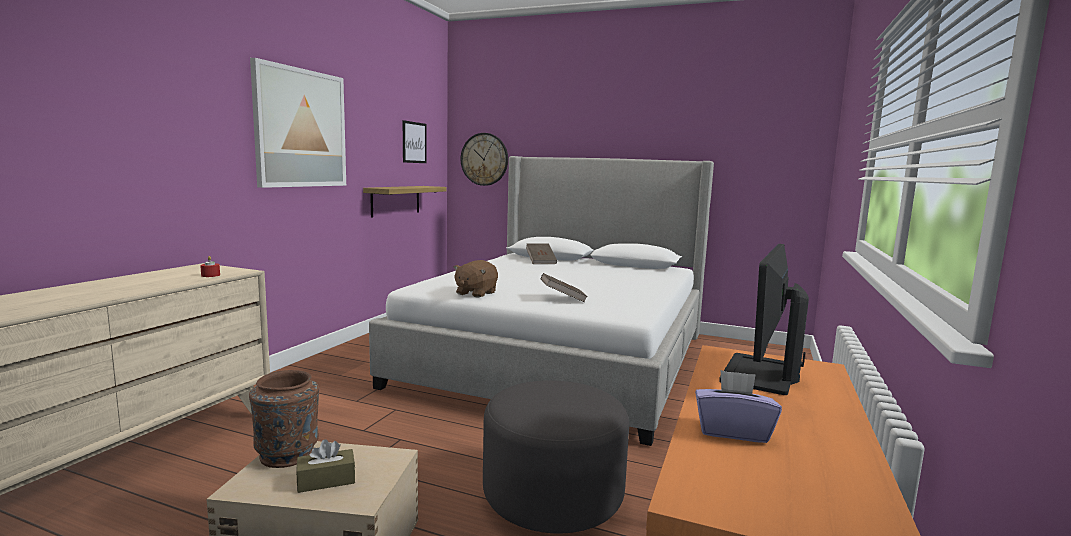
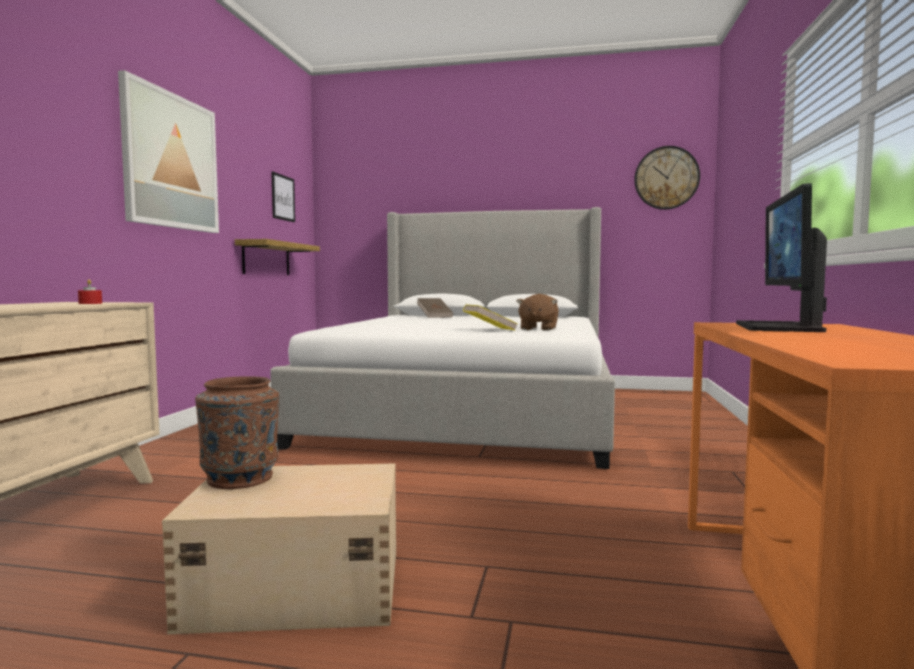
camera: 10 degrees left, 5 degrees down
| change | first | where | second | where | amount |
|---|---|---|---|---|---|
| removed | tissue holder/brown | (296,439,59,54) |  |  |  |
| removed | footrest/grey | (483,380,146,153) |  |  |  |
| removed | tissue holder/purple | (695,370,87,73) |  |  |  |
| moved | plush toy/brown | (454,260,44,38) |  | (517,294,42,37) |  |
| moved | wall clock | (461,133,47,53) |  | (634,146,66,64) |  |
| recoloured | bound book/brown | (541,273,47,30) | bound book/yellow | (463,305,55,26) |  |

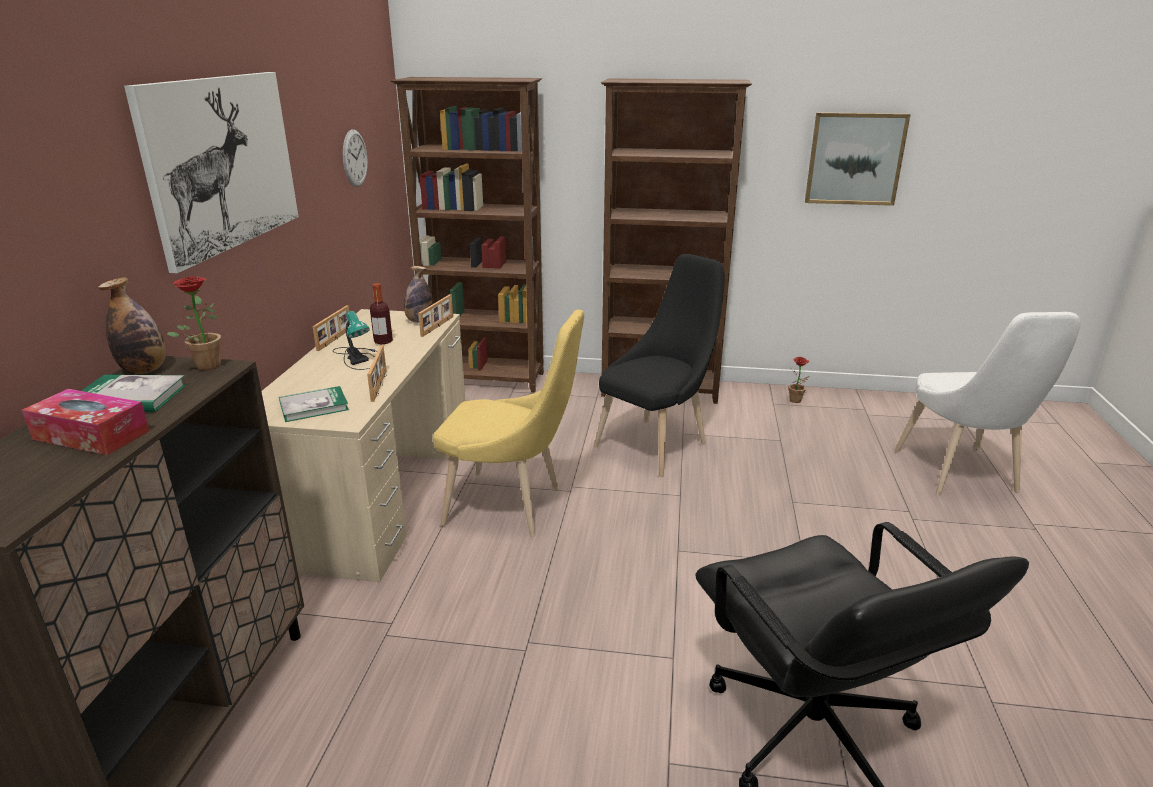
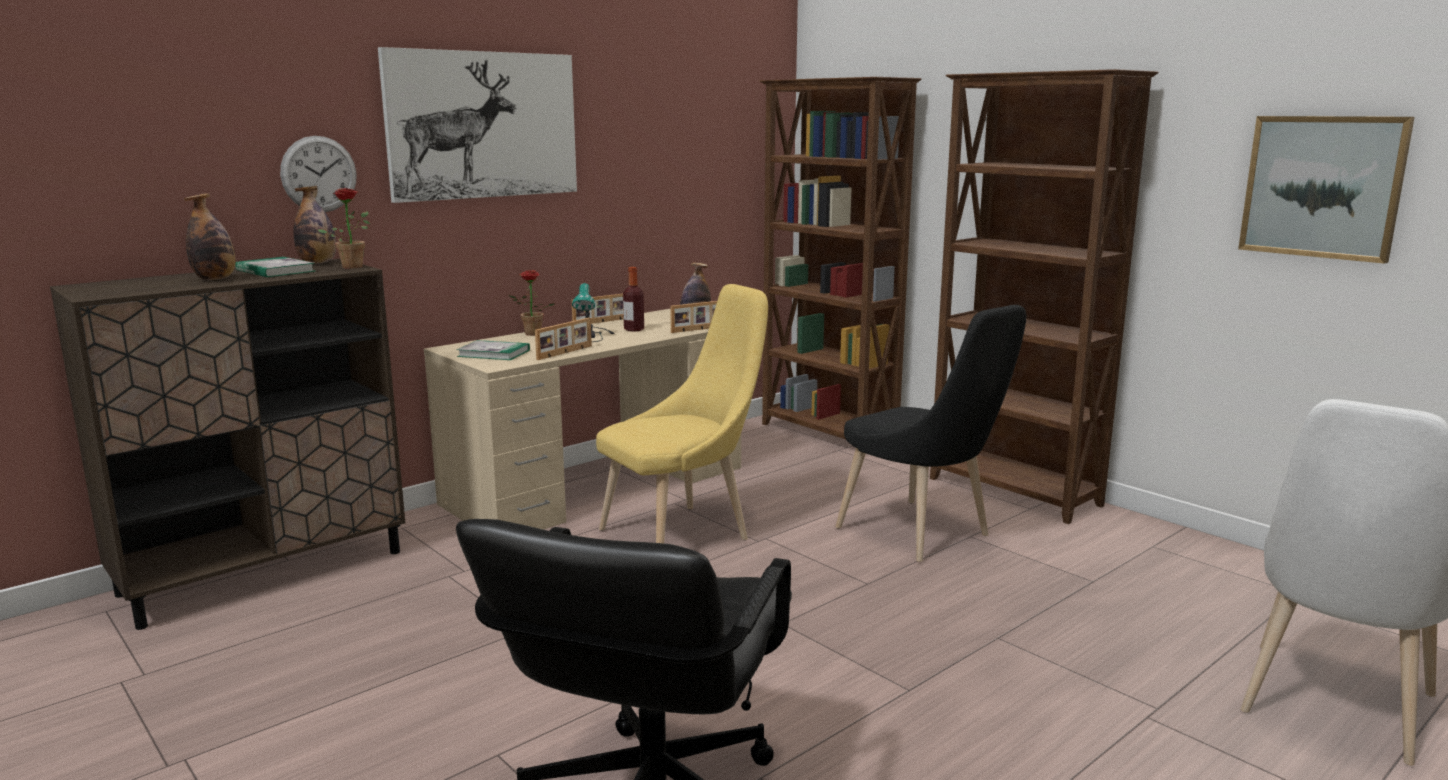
camera: 40 degrees right, 10 degrees down
| change | first | where | second | where | amount |
|---|---|---|---|---|---|
| moved | wall clock | (343,129,25,58) |  | (280,136,77,76) |  |
| moved | houseplant | (789,357,21,46) |  | (508,270,47,66) |  |
| replaced | tissue holder | (22,389,128,66) | drink bottle | (184,193,52,87) |  |
| turned | chair/yellow | (433,309,151,228) |  | (596,284,172,259) | 90 degrees counterclockwise |
| turned | chair/black-coloured | (594,254,131,223) |  | (836,305,190,257) | 60 degrees clockwise |

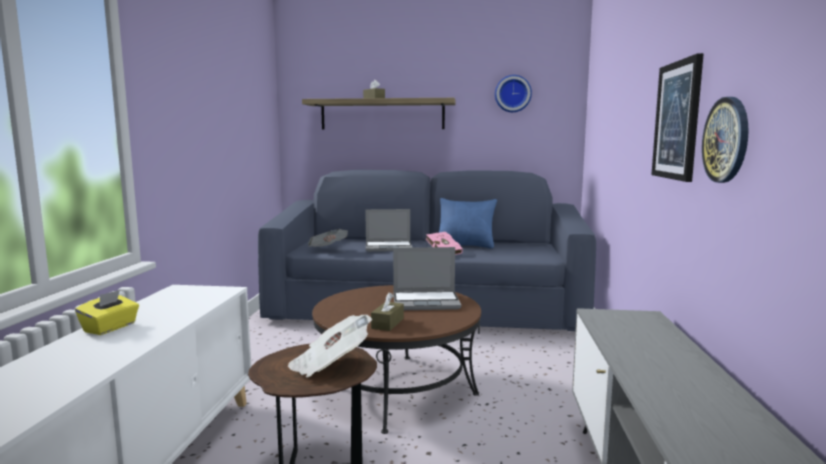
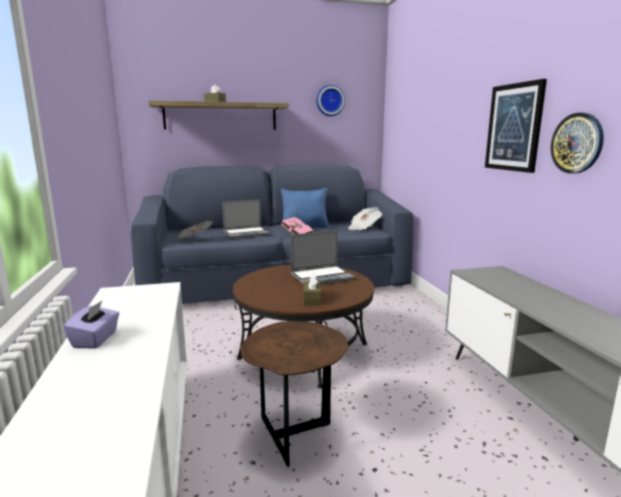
camera: 20 degrees left, 5 degrees up
| change | first | where | second | where | amount |
|---|---|---|---|---|---|
| moved | printed paper | (288,315,84,62) |  | (348,207,34,23) |  |
| recoloured | tissue holder/yellow | (75,290,64,45) | tissue holder/purple | (63,301,56,48) |  |

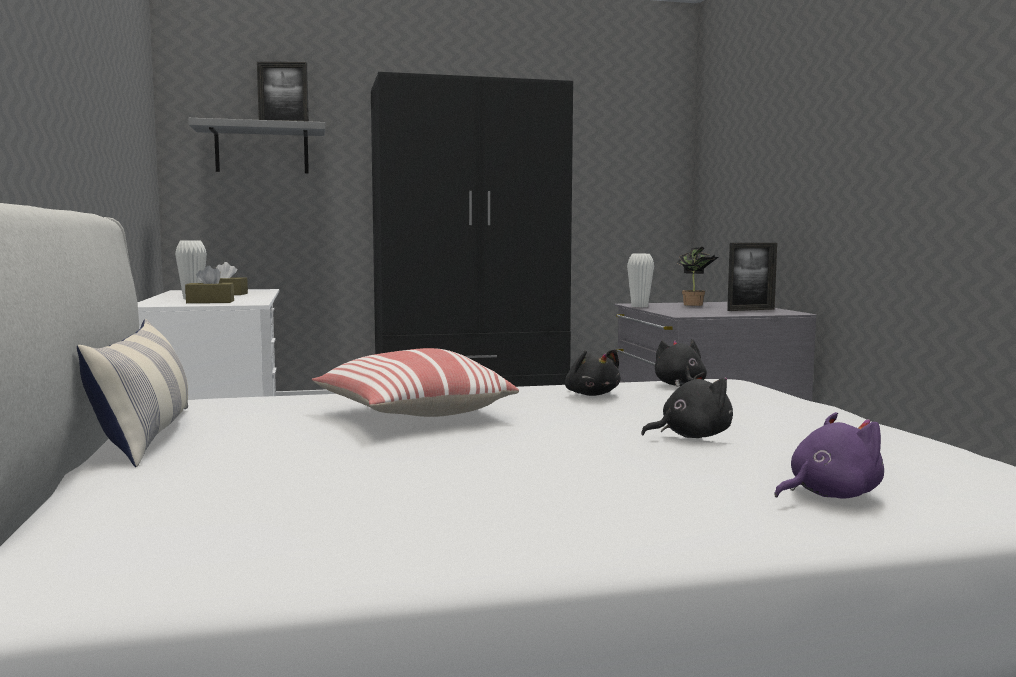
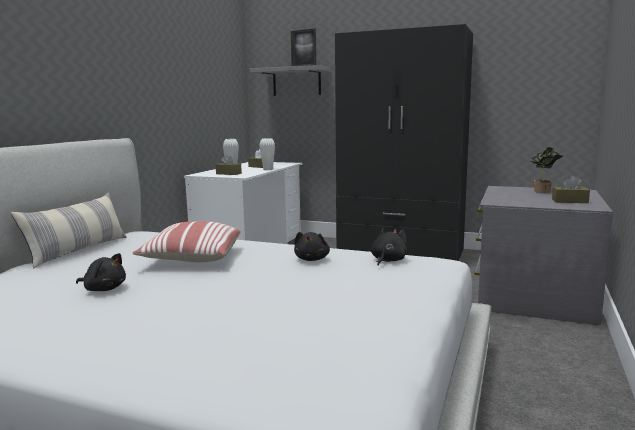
camera: 35 degrees right, 5 degrees up
| change | first | where | second | where | amount |
|---|---|---|---|---|---|
| removed | plush toy/purple | (775,412,109,87) |  |  |  |
| moved | vase/white | (627,254,27,53) |  | (259,138,16,32) |  |
| moved | plush toy/black-coloured | (641,372,92,66) |  | (76,253,50,38) |  |
| replaced | picture frame | (727,243,50,68) | tissue holder/brown | (552,176,38,27) |  |

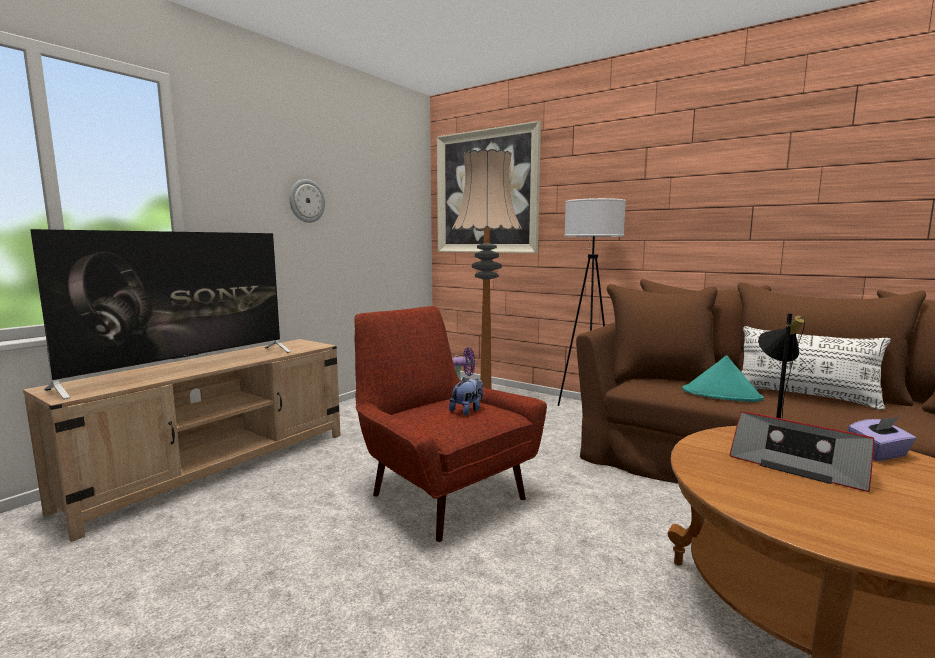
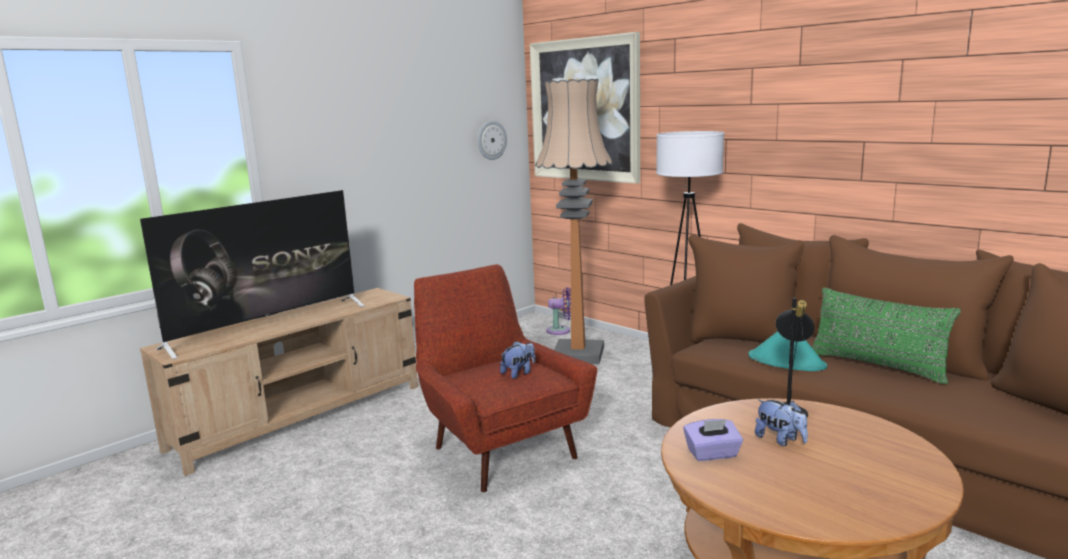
camera: 10 degrees right, 5 degrees up
| change | first | where | second | where | amount |
|---|---|---|---|---|---|
| moved | wall clock | (289,179,36,44) |  | (478,120,29,40) |  |
| moved | tissue holder/purple | (848,417,68,44) |  | (683,419,60,42) |  |
| replaced | radio | (730,411,144,81) | plush toy | (755,399,53,47) |  |
| recoloured | throw pillow/white | (741,326,150,84) | throw pillow/greenish | (812,287,149,97) |  |

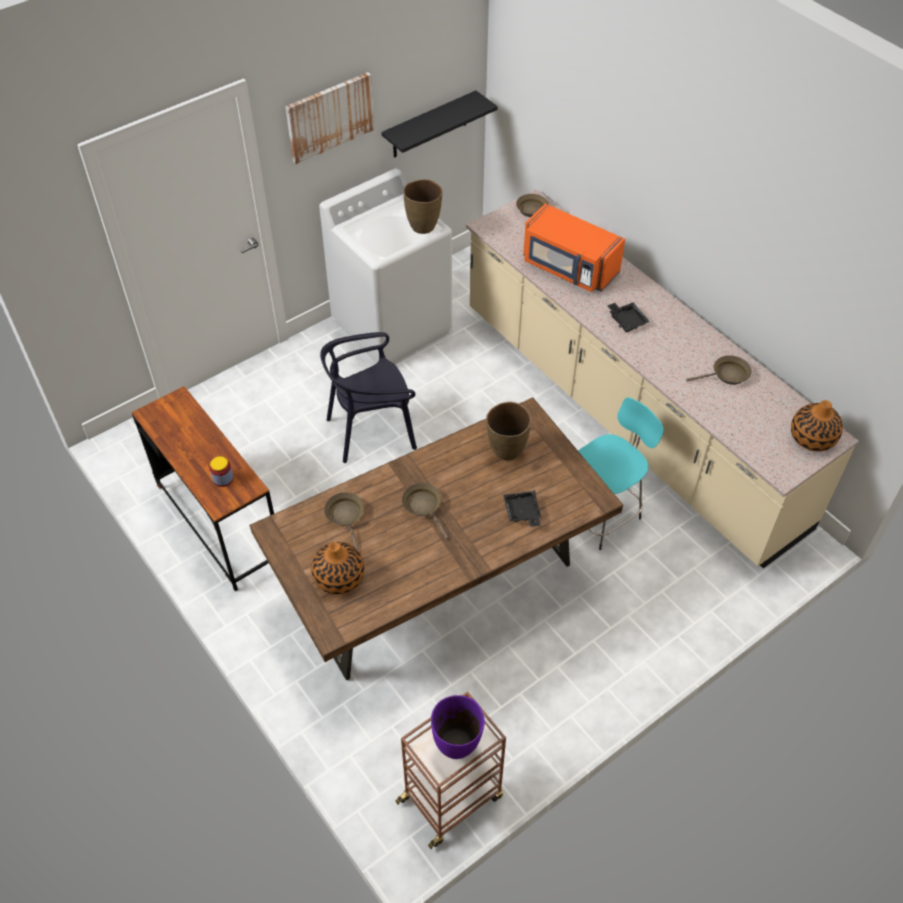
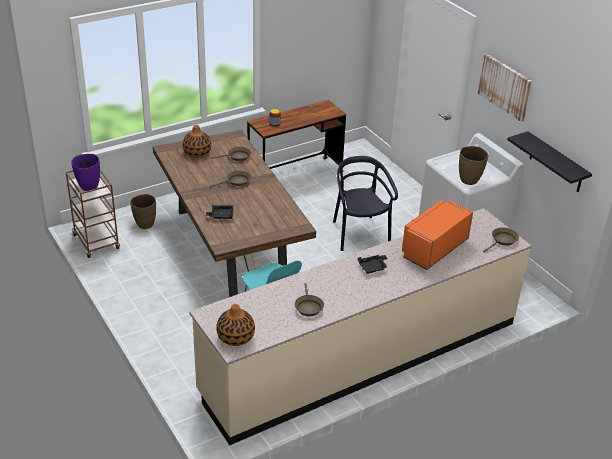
camera: 95 degrees right, 15 degrees down
| change | first | where | second | where | amount |
|---|---|---|---|---|---|
| moved | vase/brown | (486,402,45,58) |  | (130,194,26,35) |  |

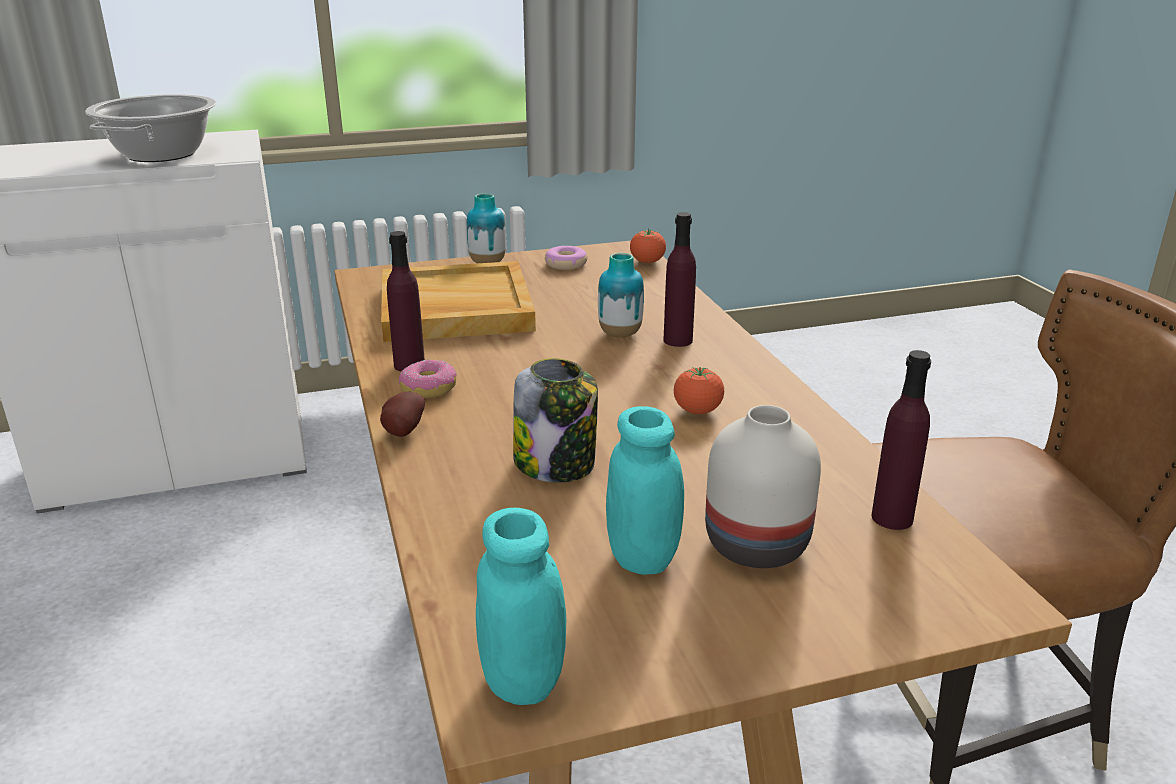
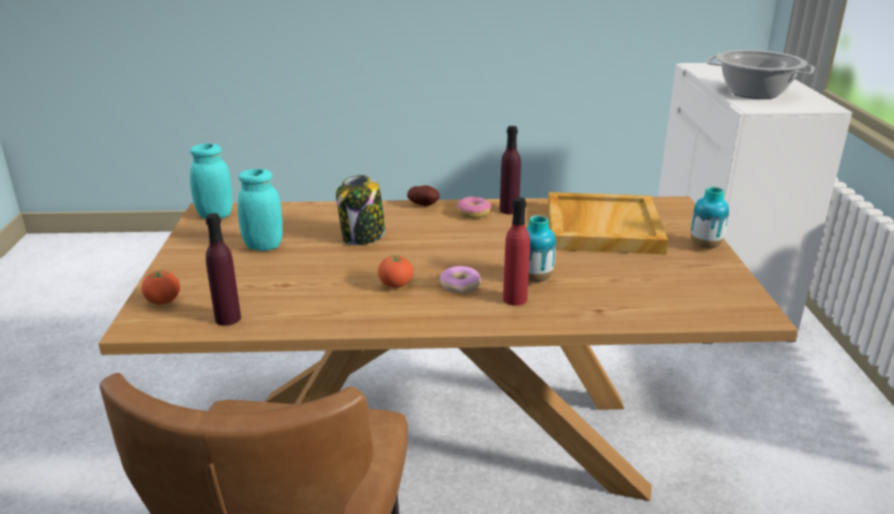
camera: 105 degrees right, 0 degrees up
| change | first | where | second | where | amount |
|---|---|---|---|---|---|
| removed | vase/white | (705,405,116,163) |  |  |  |
| moved | donut | (545,246,42,24) |  | (439,266,42,27) |  |
| moved | whole tomato | (630,228,36,35) |  | (141,270,39,35) |  |
| recoloured | drink bottle/purple | (664,212,32,135) | drink bottle/red | (503,197,27,109) |  |

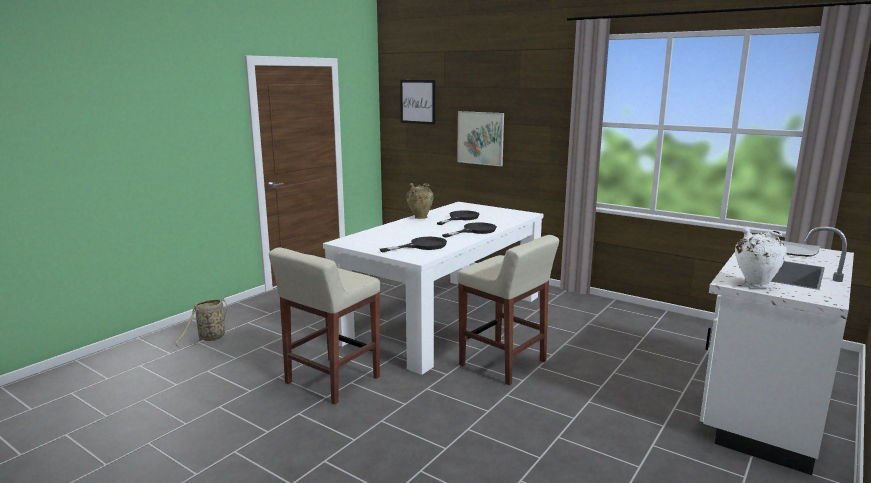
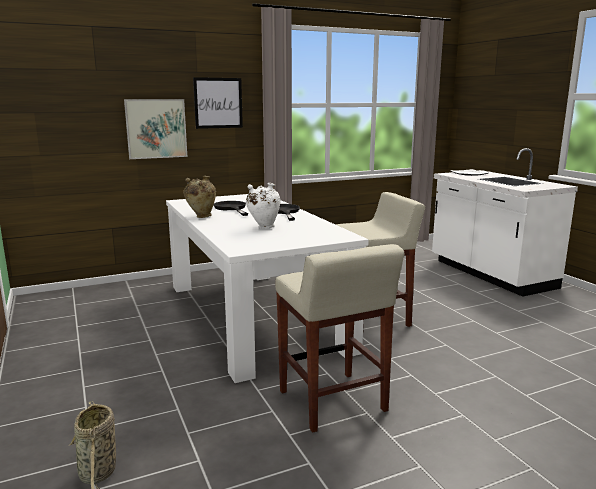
camera: 60 degrees left, 0 degrees up
| change | first | where | second | where | amount |
|---|---|---|---|---|---|
| removed | pan/black-coloured | (380,237,67,15) |  |  |  |
| moved | wall art | (400,80,35,45) |  | (193,77,50,52) |  |
| moved | vase/white | (735,227,52,61) |  | (246,183,35,46) |  |

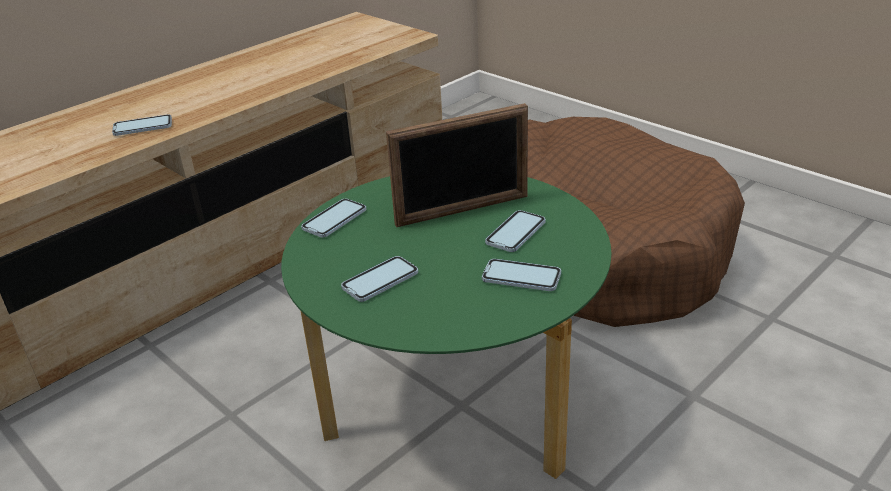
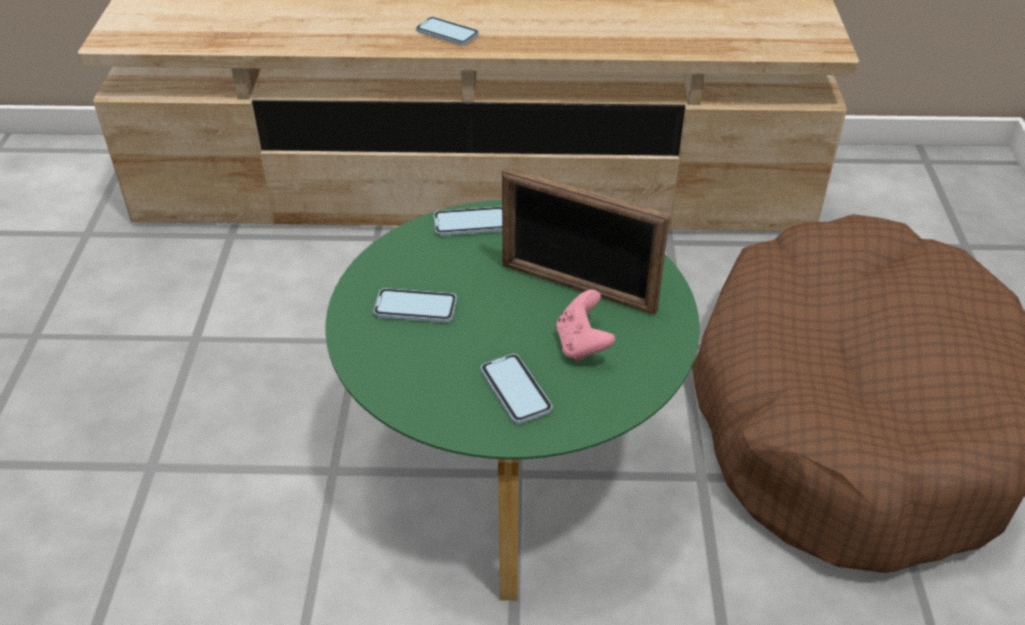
camera: 45 degrees right, 10 degrees up
| change | first | where | second | where | amount |
|---|---|---|---|---|---|
| replaced | handset | (485,210,61,42) | joypad/pink | (556,290,59,72) |  |

